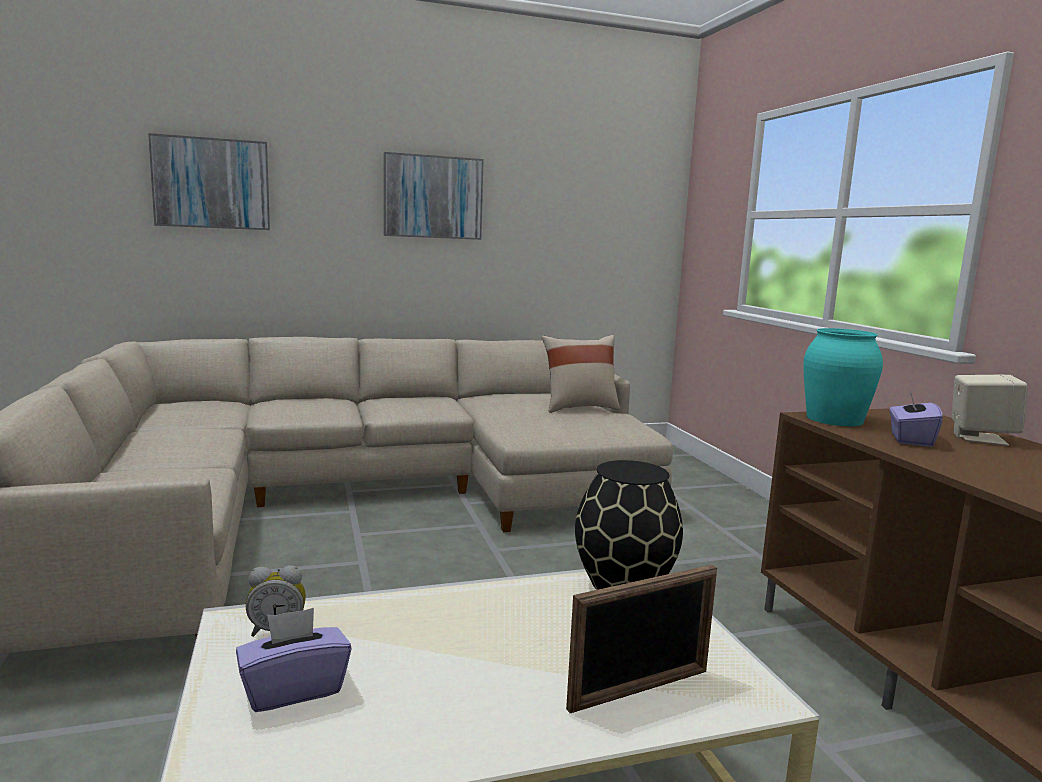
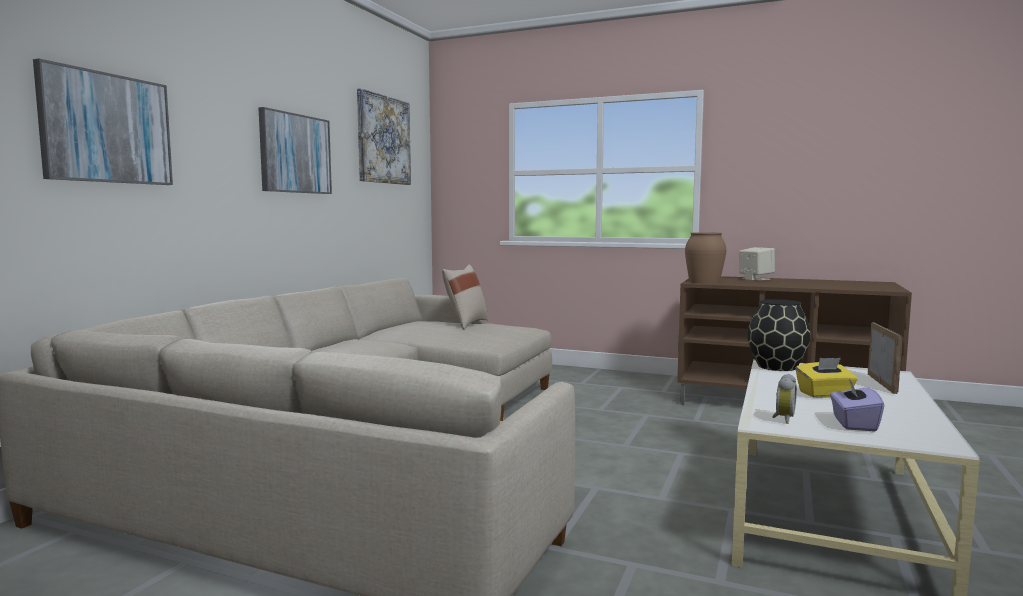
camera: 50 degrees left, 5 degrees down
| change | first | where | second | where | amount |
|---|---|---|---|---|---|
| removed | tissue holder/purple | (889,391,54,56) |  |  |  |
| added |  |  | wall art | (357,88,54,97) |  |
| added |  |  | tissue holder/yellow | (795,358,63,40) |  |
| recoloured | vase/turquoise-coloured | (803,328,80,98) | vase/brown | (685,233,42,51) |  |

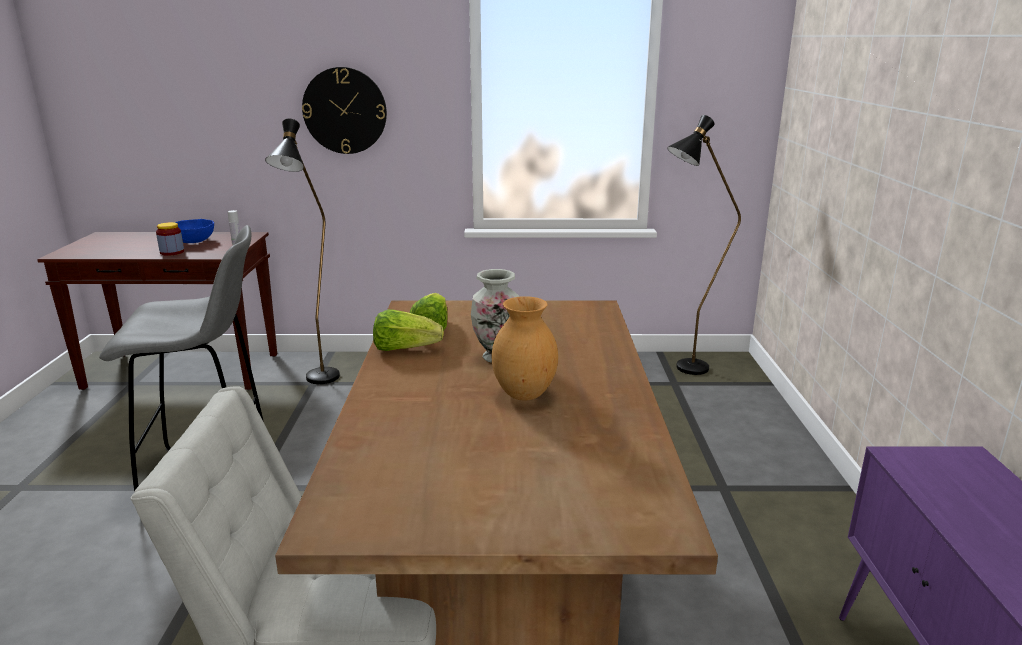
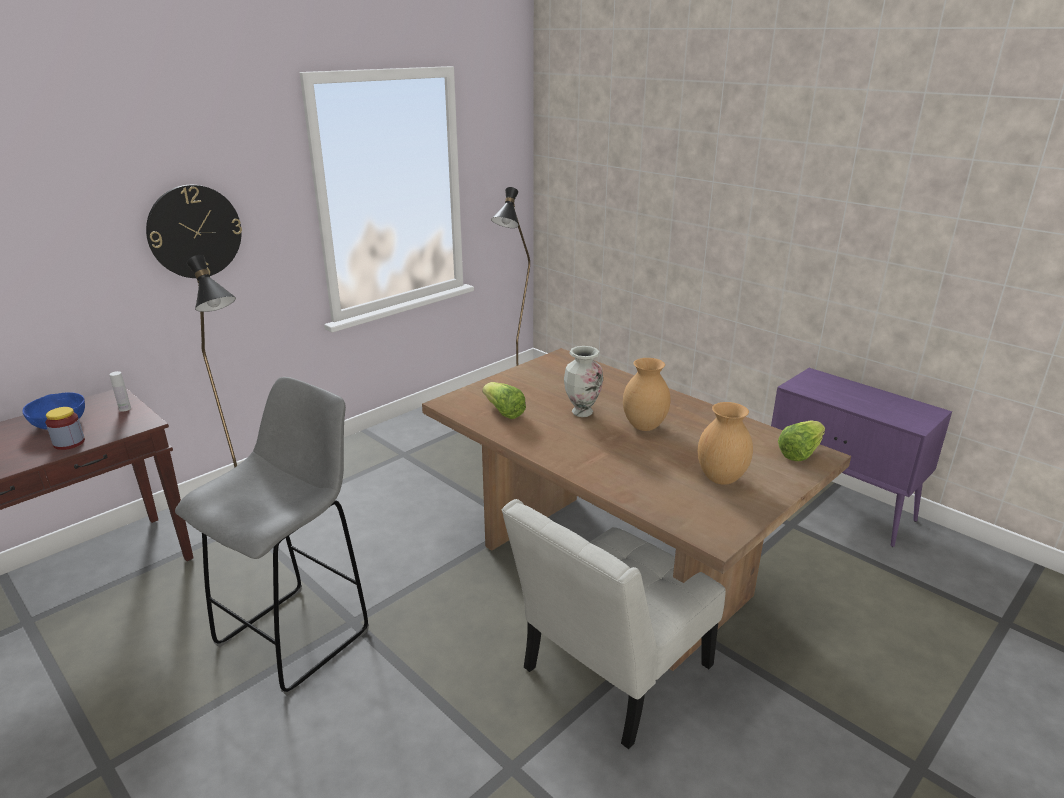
camera: 45 degrees left, 5 degrees up
| change | first | where | second | where | amount |
|---|---|---|---|---|---|
| added |  |  | vase/brown | (698,402,55,83) |  |
| moved | lettuce | (373,309,71,42) |  | (778,420,47,41) |  |

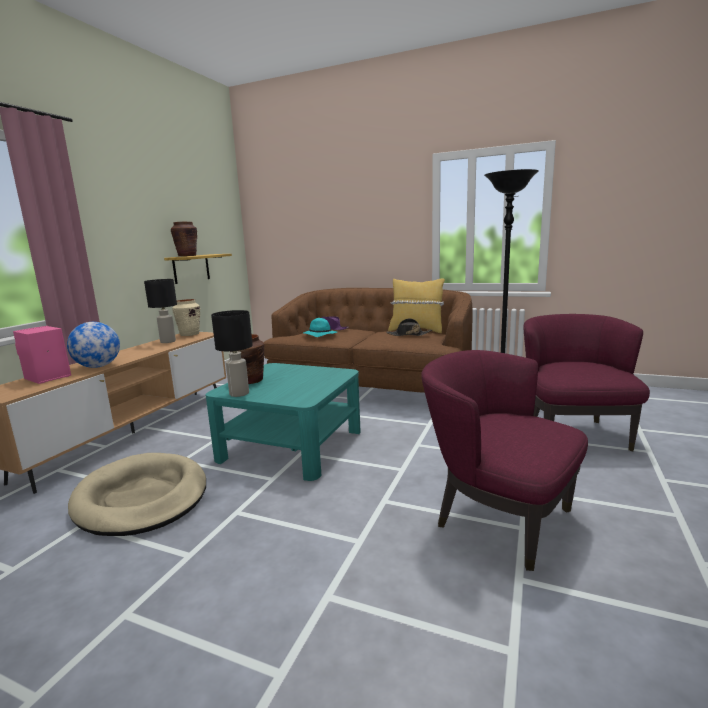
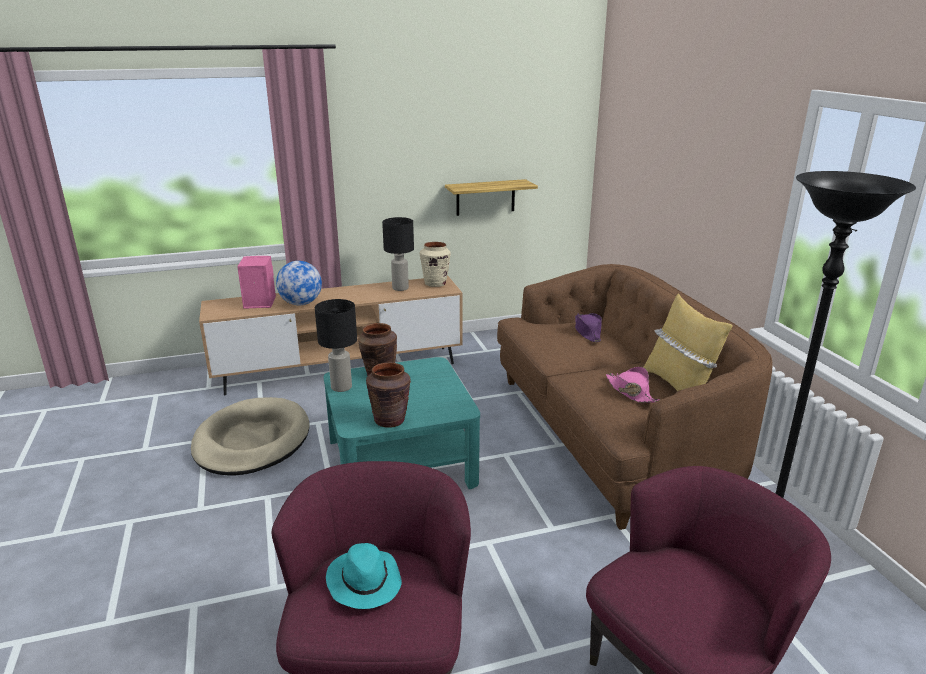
camera: 50 degrees right, 10 degrees up
| change | first | where | second | where | amount |
|---|---|---|---|---|---|
| moved | vase/brown | (171,222,26,34) |  | (366,363,45,65) |  |
| moved | hat/turquoise-coloured | (303,318,34,19) |  | (326,543,76,66) |  |
| recoloured | hat/black-coloured | (386,318,46,18) | hat/pink | (606,367,54,36) |  |

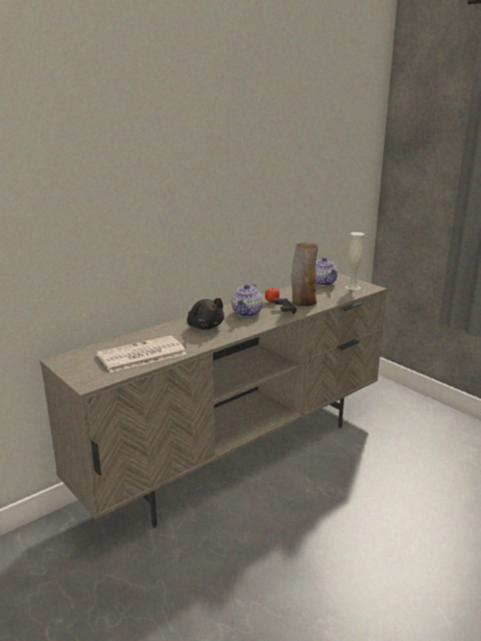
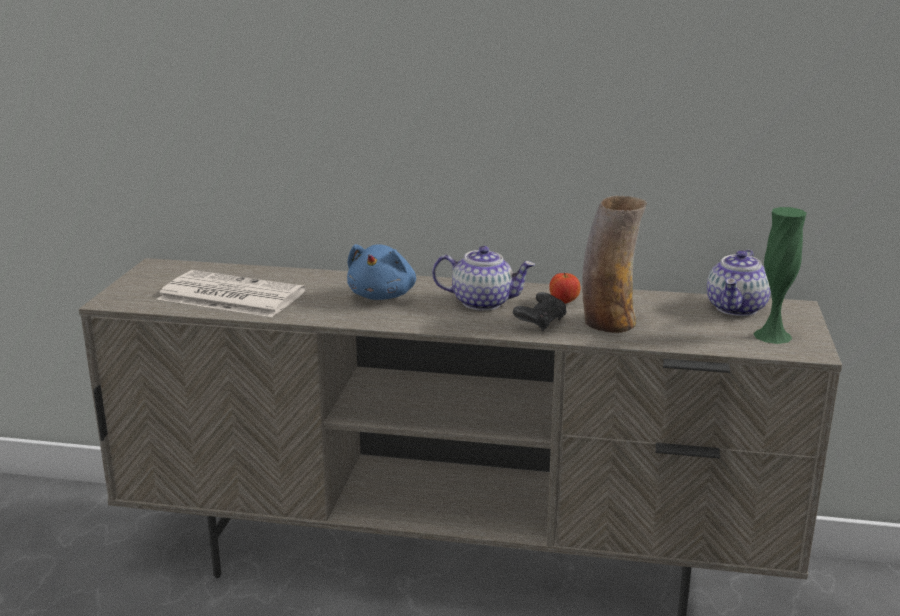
camera: 50 degrees right, 0 degrees up
| change | first | where | second | where | amount |
|---|---|---|---|---|---|
| recoloured | plush toy/black-coloured | (187,298,37,31) | plush toy/blue | (347,244,69,56) |  |
| recoloured | vase/white | (345,232,19,58) | vase/greenish | (753,207,54,137) |  |
| turned | teapot | (232,283,31,34) |  | (432,246,103,65) | 150 degrees counterclockwise |

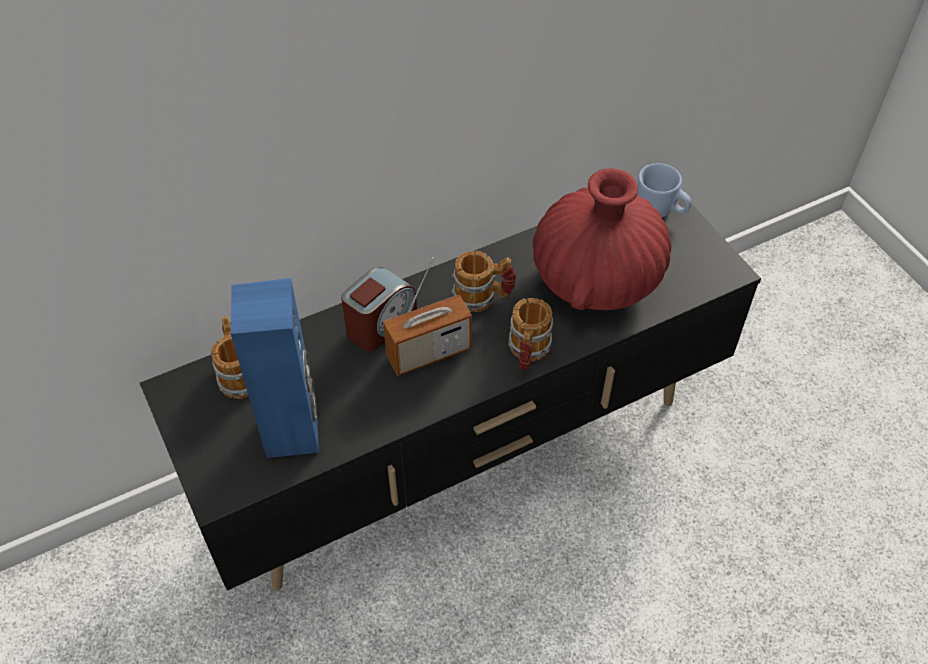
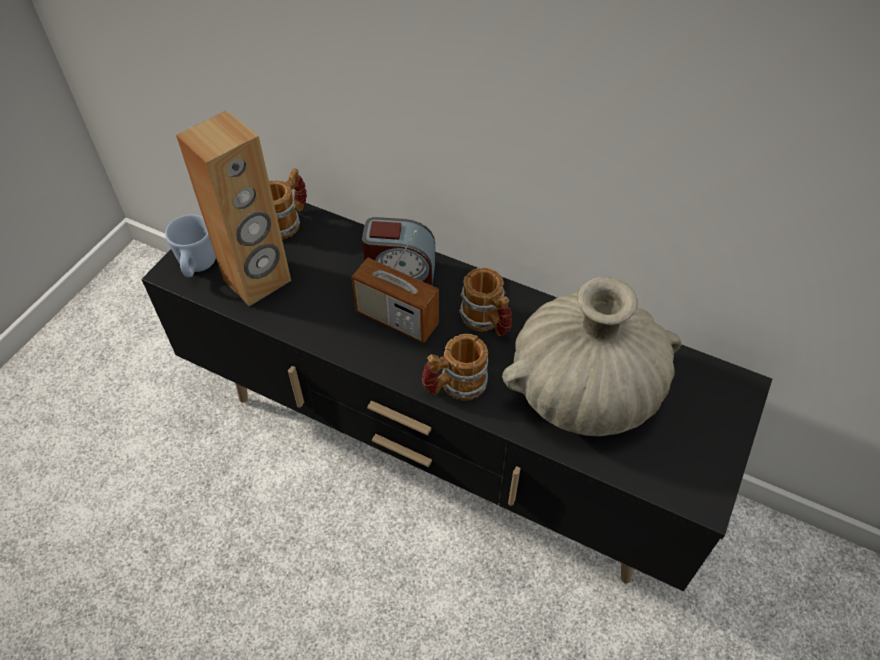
camera: 55 degrees right, 0 degrees up
| change | first | where | second | where | amount |
|---|---|---|---|---|---|
| moved | tea mug/blue | (638,163,54,54) |  | (165,214,51,63) |  |
| recoloured | audio speaker/blue | (231,278,88,180) | audio speaker/brown | (176,111,115,195) |  |
| recoloured | vase/red | (533,168,138,142) | vase/beige-coloured | (502,277,179,159) |  |

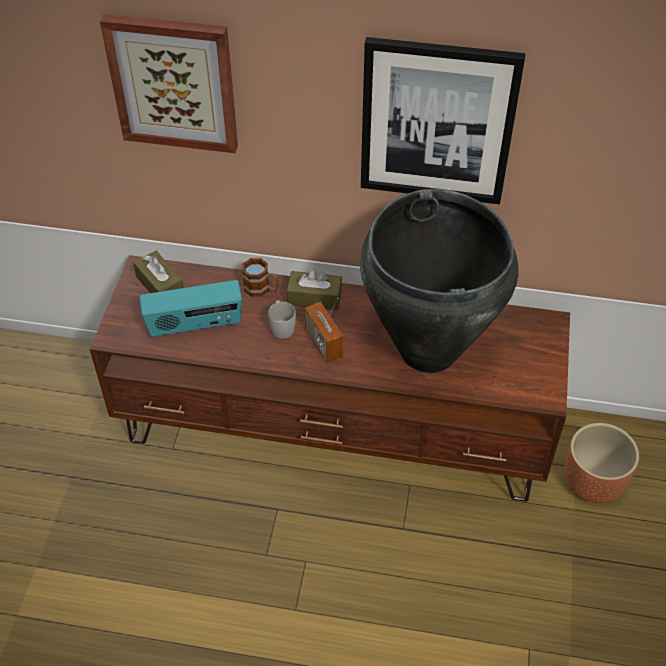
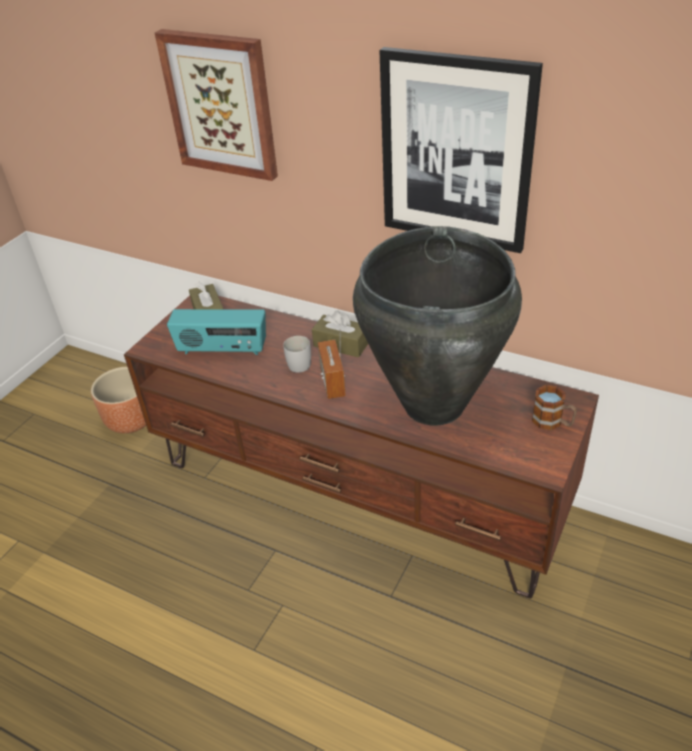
camera: 20 degrees right, 10 degrees down
| change | first | where | second | where | amount |
|---|---|---|---|---|---|
| moved | tea mug | (242,258,37,39) |  | (532,385,45,45) |  |
| moved | flower pot/brown | (564,423,75,80) |  | (91,367,55,66) |  |

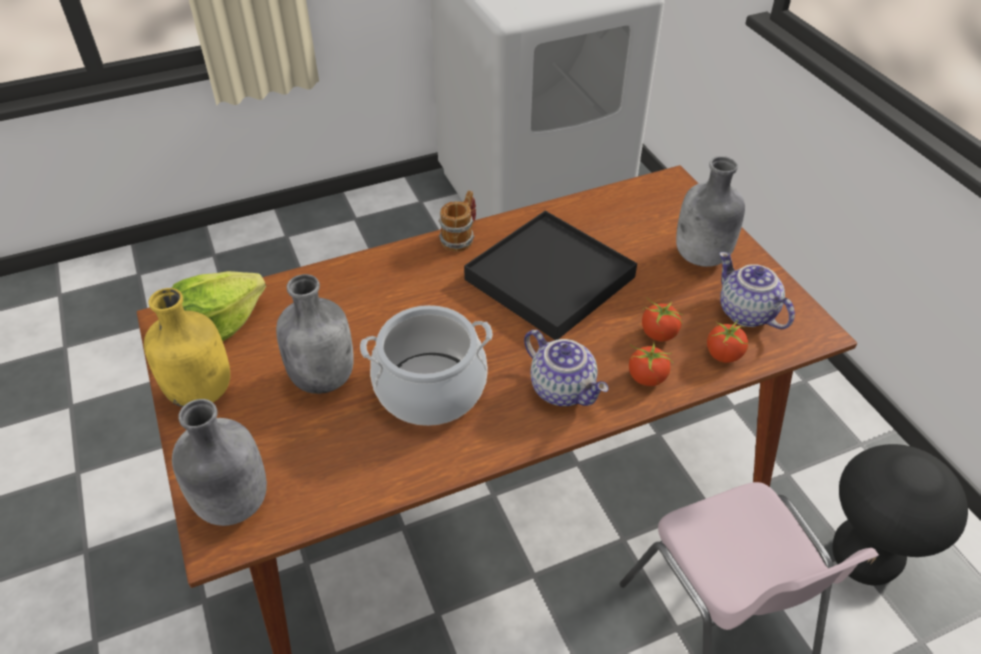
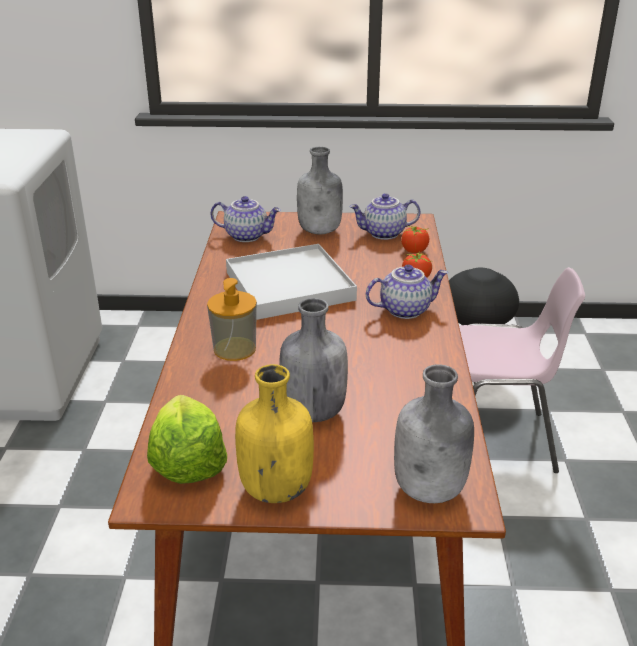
camera: 65 degrees left, 15 degrees down
| change | first | where | second | where | amount |
|---|---|---|---|---|---|
| removed | stockpot | (360,305,133,121) |  |  |  |
| removed | tea mug | (439,190,37,62) |  |  |  |
| removed | whole tomato | (642,298,42,44) |  |  |  |
| added |  |  | soap bottle | (207,278,50,83) |  |
| added |  |  | teapot | (211,196,70,46) |  |
| recoloured | serving tray/black-coloured | (464,211,173,129) | serving tray/white | (226,244,131,76) |  |

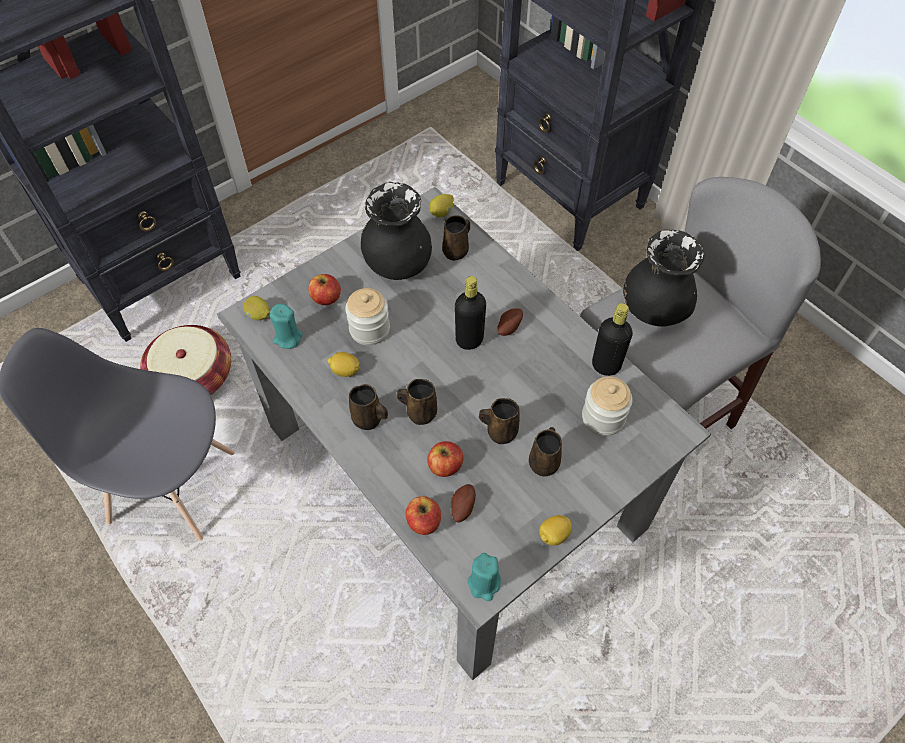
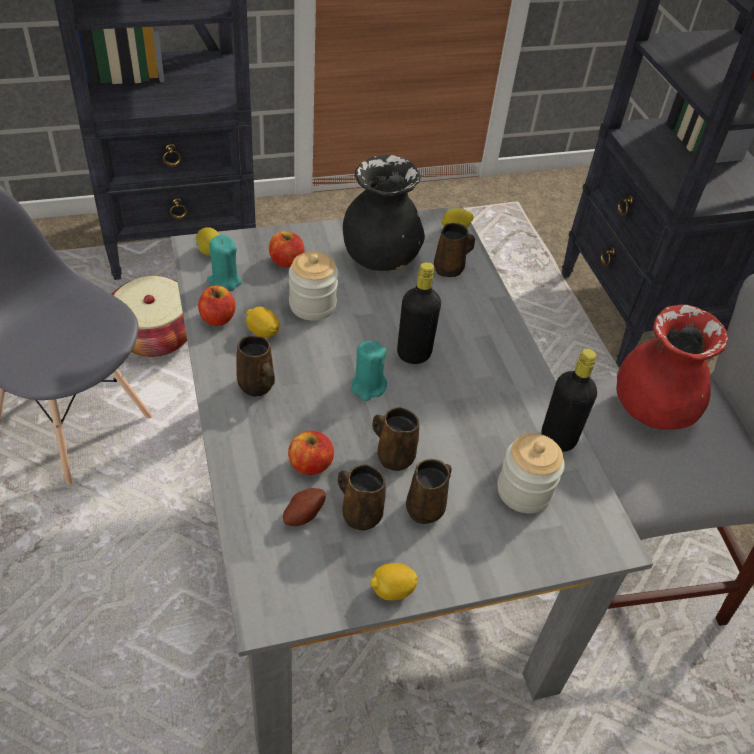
camera: 20 degrees right, 10 degrees down
| change | first | where | second | where | amount |
|---|---|---|---|---|---|
| removed | spud | (497,308,26,28) |  |  |  |
| moved | tea mug/brown | (397,379,40,46) |  | (338,464,48,66) |  |
| moved | apple | (406,496,35,39) |  | (198,286,38,40) |  |
| moved | wax candle/turquoise-coloured | (468,553,33,48) |  | (351,341,36,60) |  |
| recoloured | vase/black-coloured | (623,230,81,97) | vase/red | (616,305,112,125) |  |

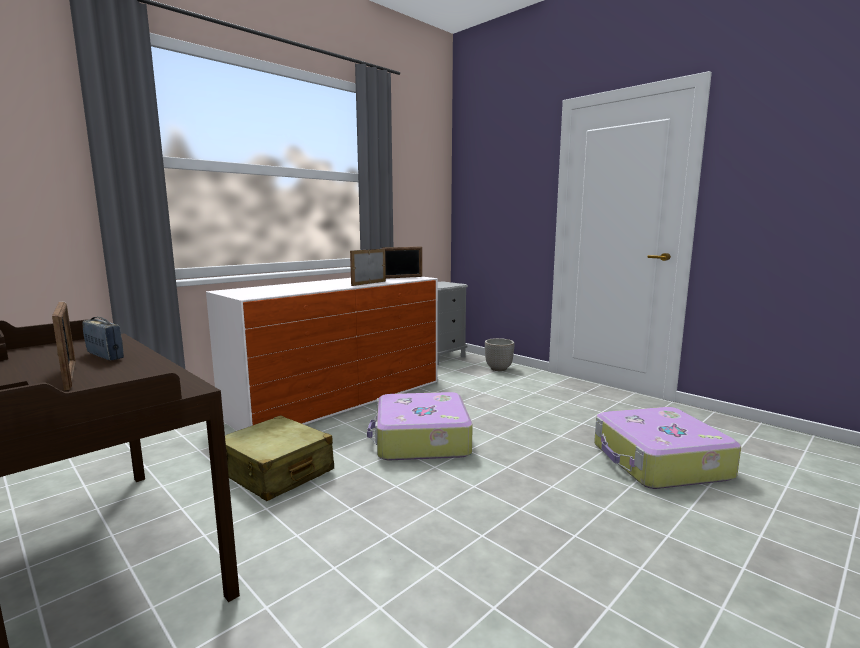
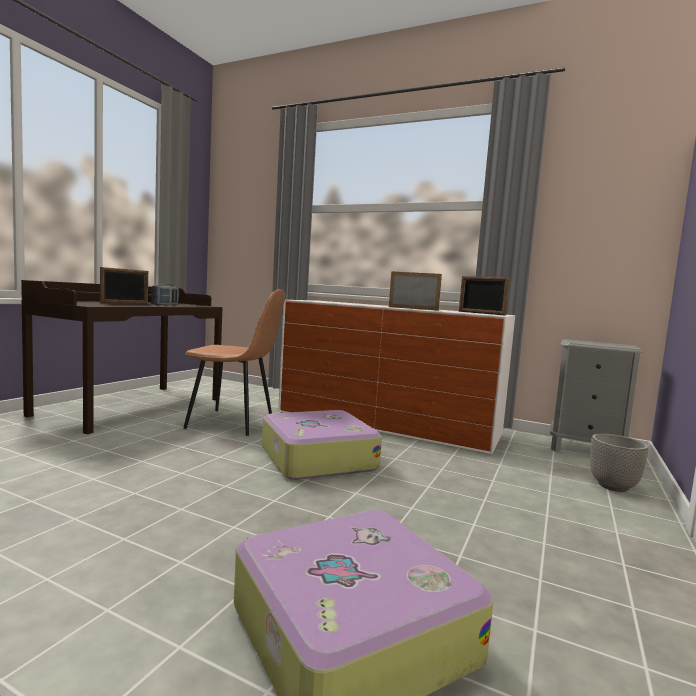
camera: 70 degrees right, 5 degrees down
| change | first | where | second | where | amount |
|---|---|---|---|---|---|
| replaced | piece of luggage/beige-coloured | (225,415,109,86) | chair/brown | (184,289,101,147) |  |

